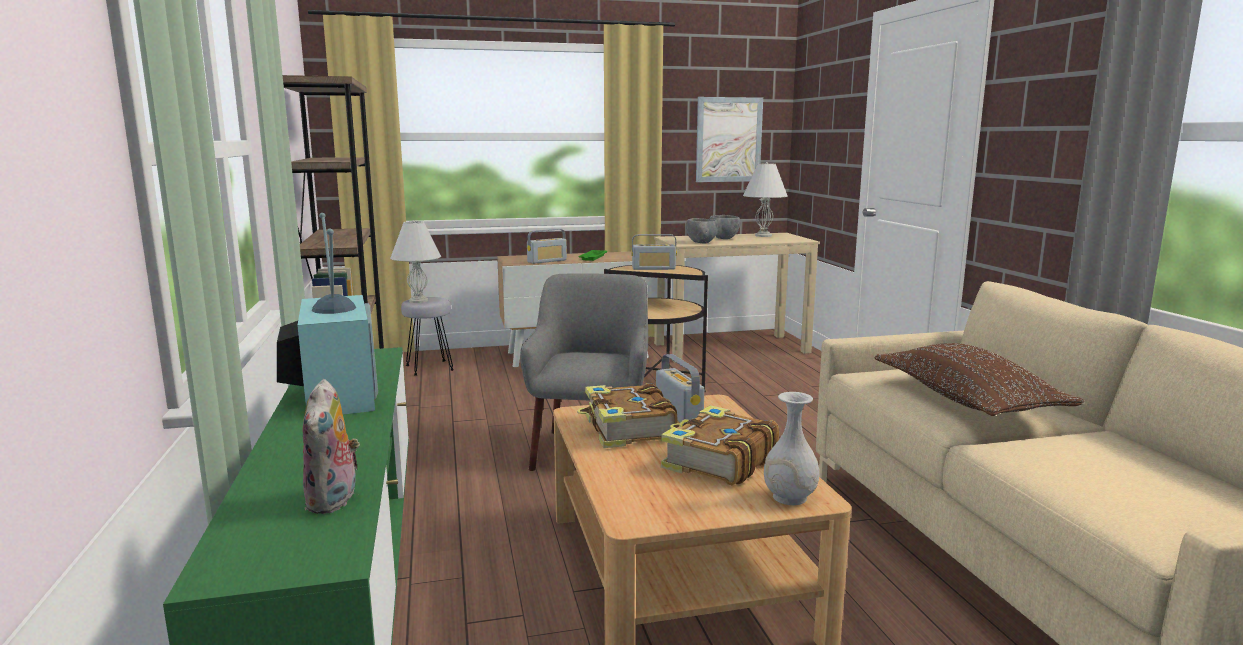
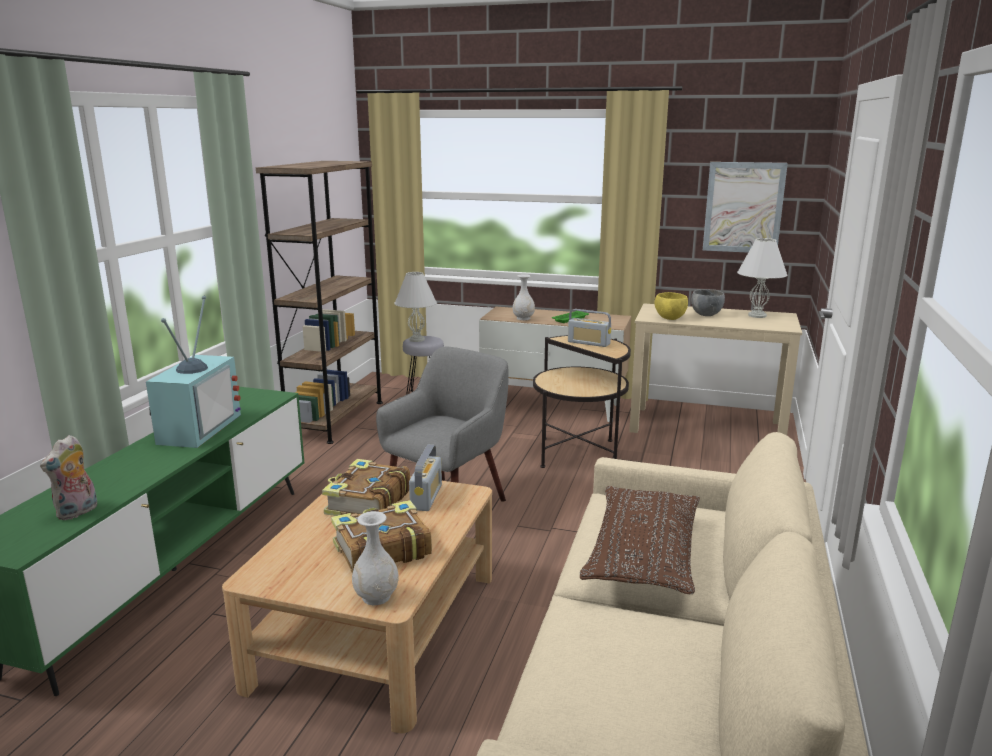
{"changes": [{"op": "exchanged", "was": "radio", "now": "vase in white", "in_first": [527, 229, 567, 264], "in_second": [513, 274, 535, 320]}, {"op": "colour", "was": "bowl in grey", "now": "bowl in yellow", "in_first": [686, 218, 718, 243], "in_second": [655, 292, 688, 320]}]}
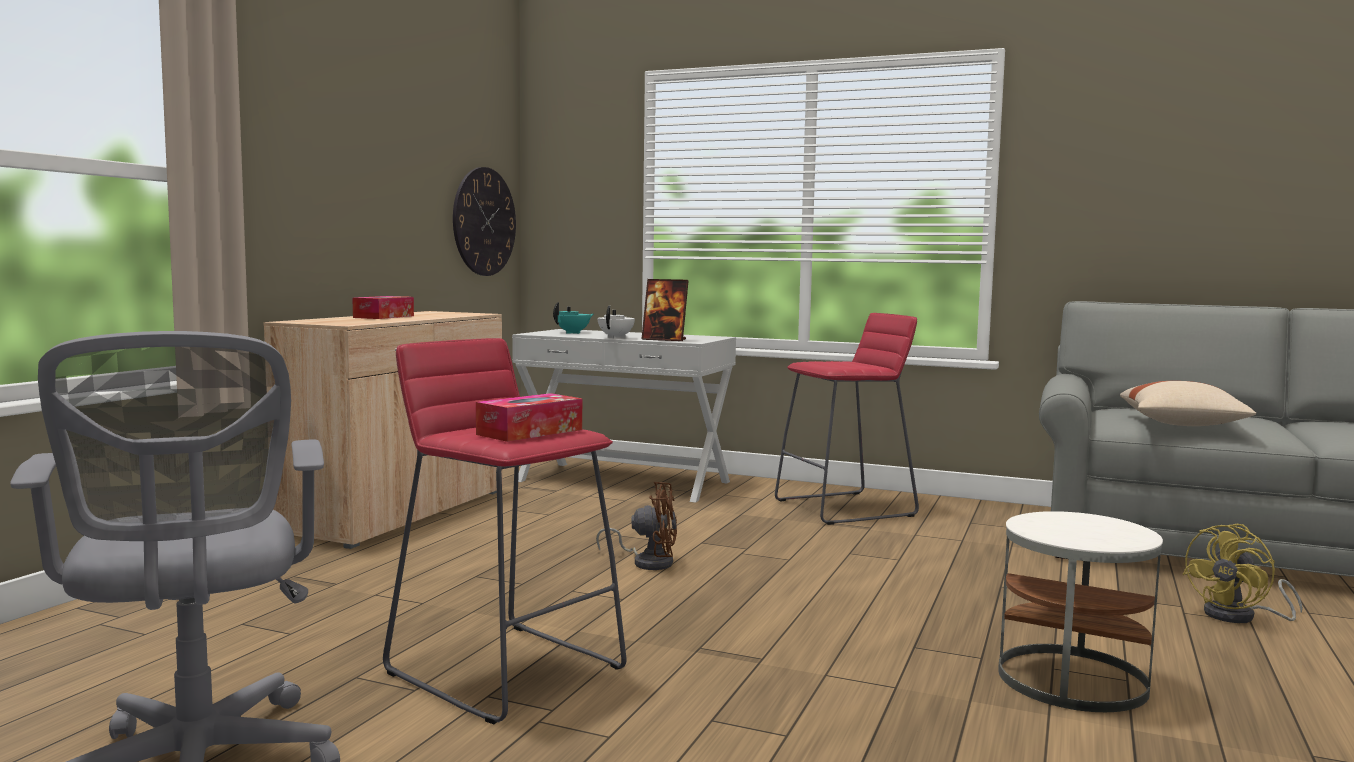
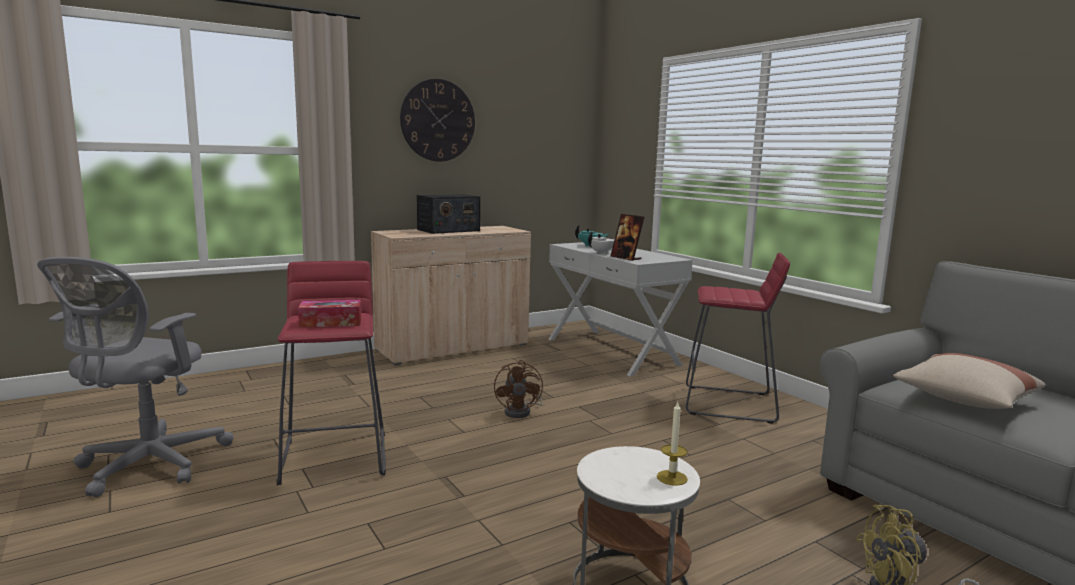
{"changes": [{"op": "relocated", "was": "wall clock", "in_first": [453, 167, 516, 276], "in_second": [400, 79, 475, 161]}, {"op": "exchanged", "was": "tissue box", "now": "radio", "in_first": [352, 296, 414, 319], "in_second": [417, 194, 480, 234]}, {"op": "spun", "was": "fan in brown", "in_first": [596, 482, 677, 570], "in_second": [494, 360, 543, 418], "clockwise": 45}, {"op": "appeared", "now": "candle", "in_second": [657, 402, 688, 486]}]}
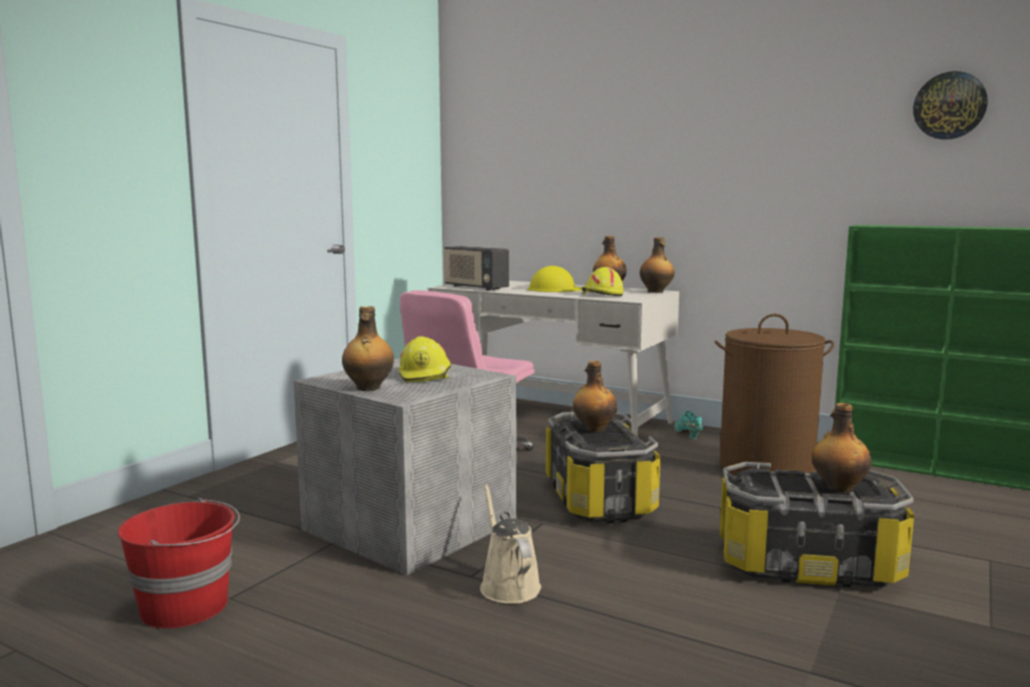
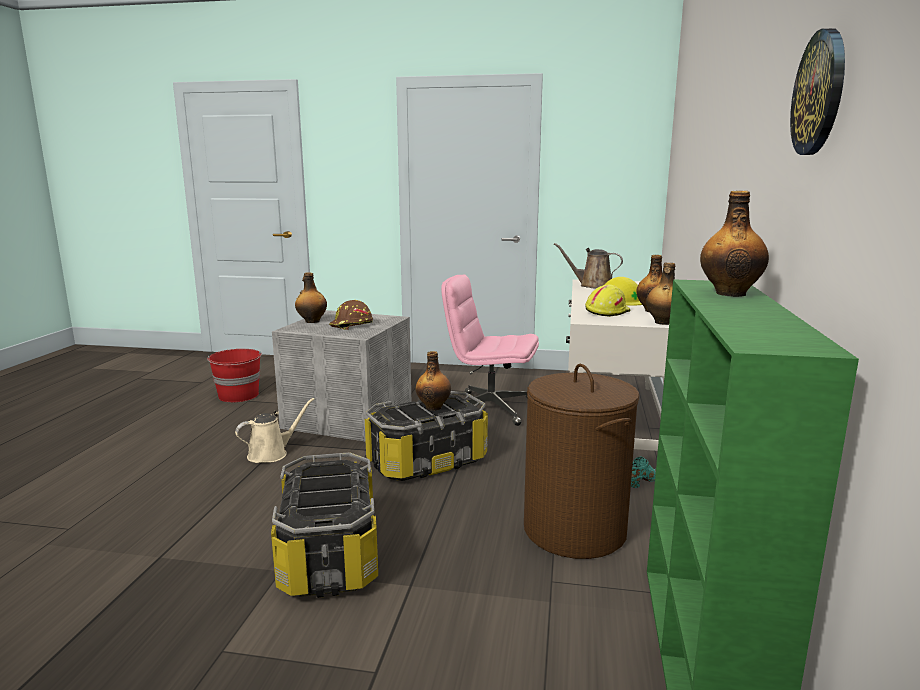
{"changes": [{"op": "colour", "was": "hard hat in yellow", "now": "hard hat in brown", "in_first": [399, 336, 451, 382], "in_second": [329, 300, 373, 330]}, {"op": "exchanged", "was": "radio", "now": "watering can in brown", "in_first": [443, 246, 509, 290], "in_second": [554, 243, 623, 289]}, {"op": "relocated", "was": "bottle", "in_first": [812, 403, 872, 493], "in_second": [700, 191, 769, 297]}]}
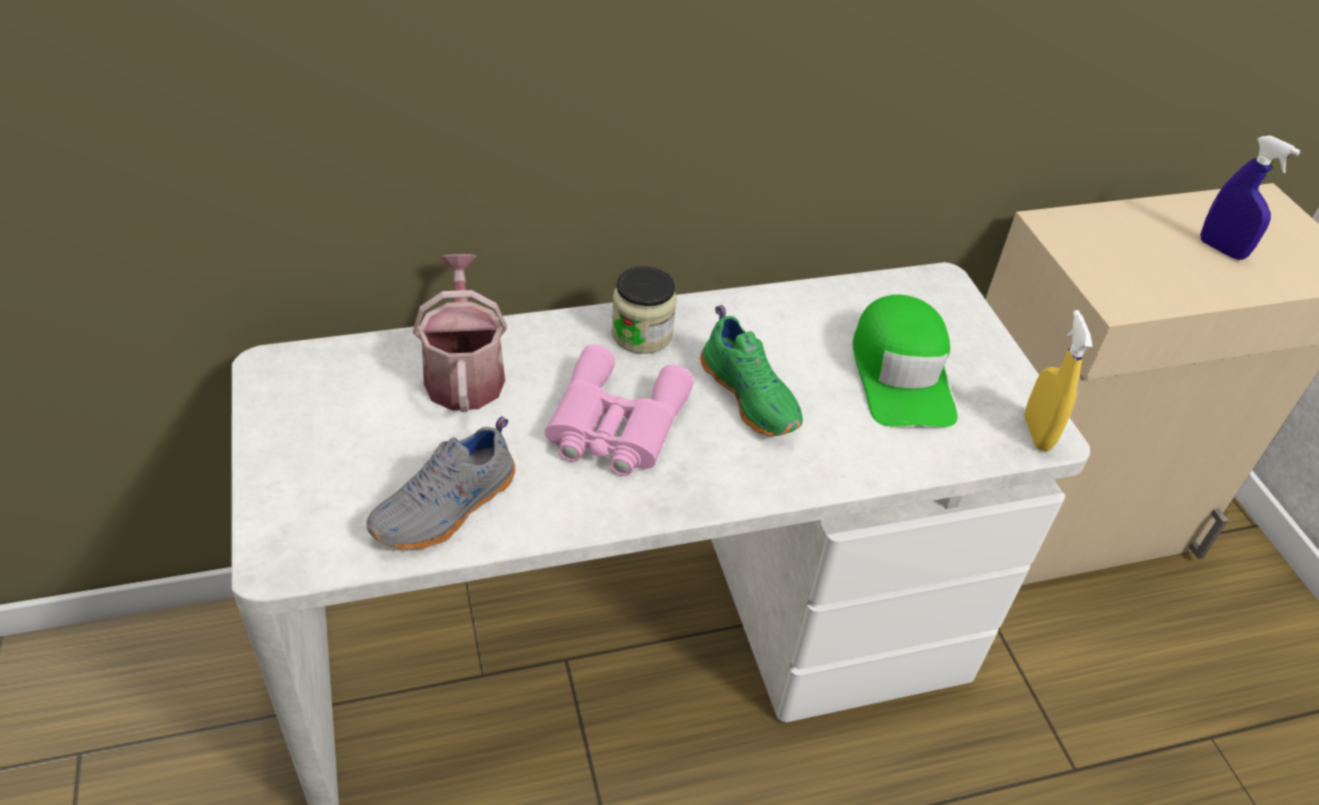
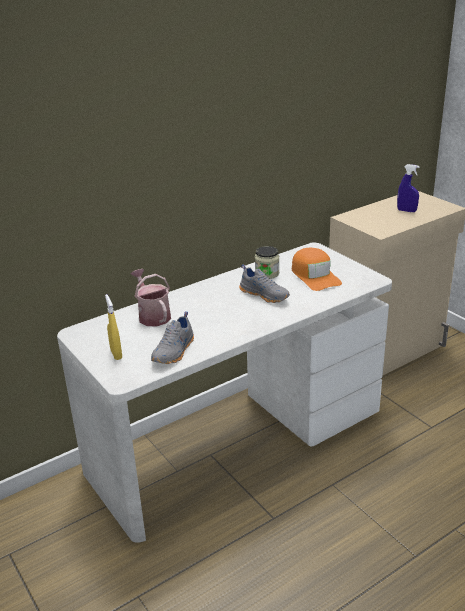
{"changes": [{"op": "relocated", "was": "spray bottle in yellow", "in_first": [1025, 310, 1093, 451], "in_second": [105, 294, 122, 360]}, {"op": "colour", "was": "shoe in green", "now": "shoe in grey", "in_first": [700, 305, 803, 436], "in_second": [239, 265, 290, 303]}, {"op": "relocated", "was": "jar", "in_first": [612, 266, 677, 354], "in_second": [255, 246, 279, 279]}, {"op": "colour", "was": "cap in green", "now": "cap in orange", "in_first": [853, 294, 957, 427], "in_second": [292, 248, 342, 291]}, {"op": "missing", "was": "binoculars in pink", "in_first": [545, 344, 694, 476]}]}
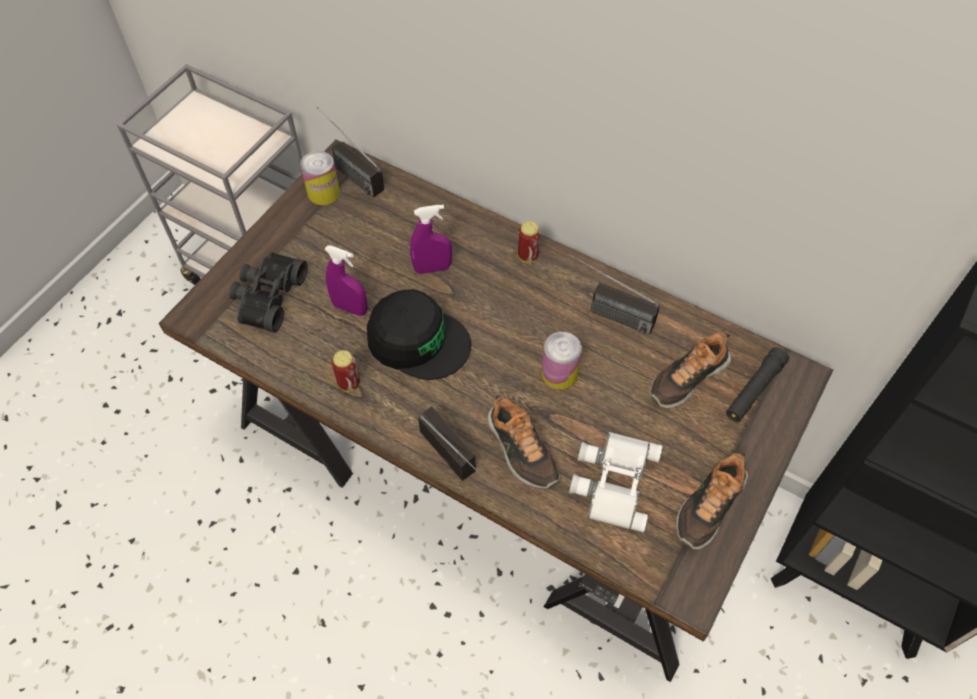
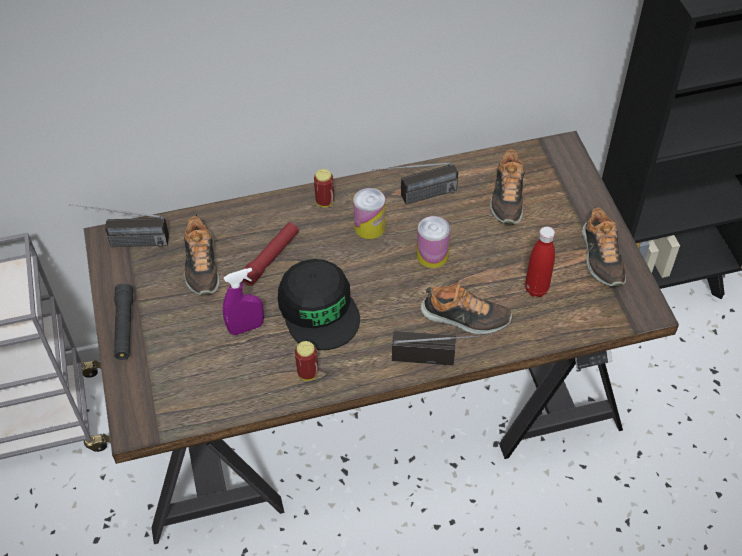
{"changes": [{"op": "relocated", "was": "flashlight in black", "in_first": [726, 347, 789, 422], "in_second": [114, 283, 133, 360]}, {"op": "appeared", "now": "shoe", "in_second": [184, 214, 220, 296]}, {"op": "exchanged", "was": "spray bottle in purple", "now": "flashlight in red", "in_first": [410, 204, 452, 274], "in_second": [242, 223, 299, 286]}, {"op": "spun", "was": "cap in black", "in_first": [367, 289, 471, 380], "in_second": [278, 259, 360, 350], "clockwise": 90}, {"op": "relocated", "was": "can", "in_first": [300, 151, 340, 205], "in_second": [353, 188, 385, 239]}, {"op": "exchanged", "was": "binoculars in white", "now": "bottle in red", "in_first": [569, 432, 663, 533], "in_second": [525, 226, 555, 297]}, {"op": "missing", "was": "binoculars in black", "in_first": [229, 252, 308, 333]}]}
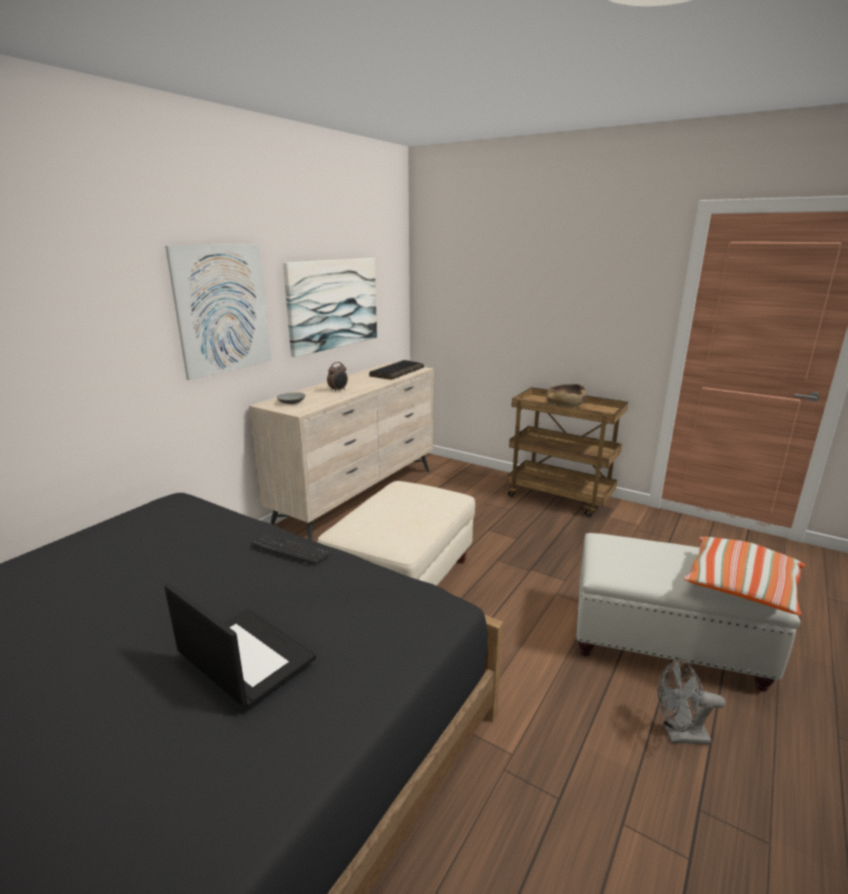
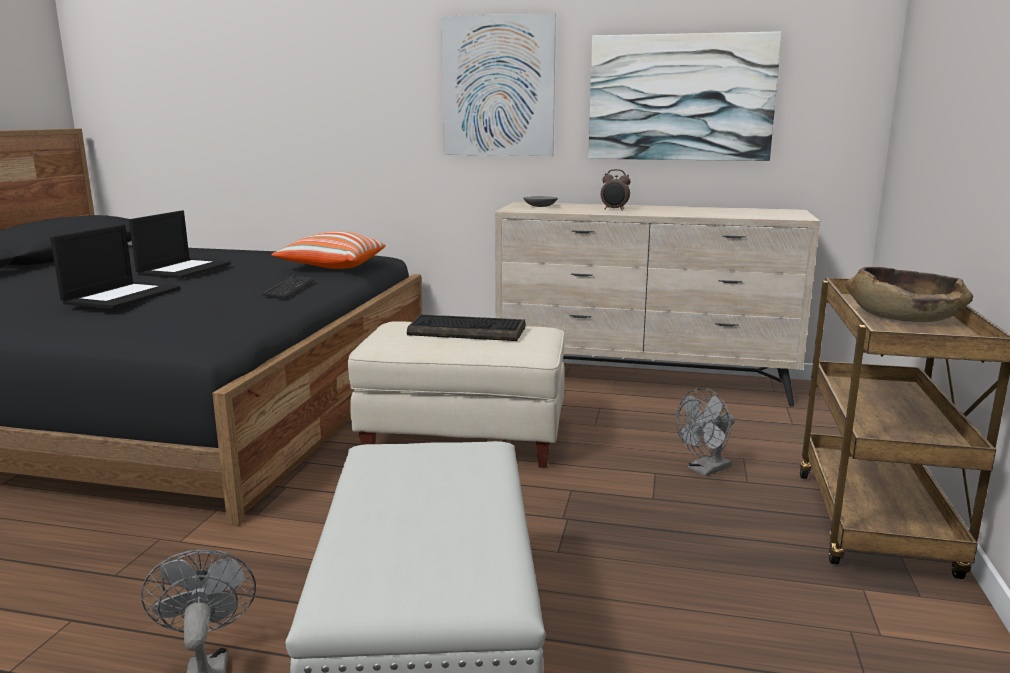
{"changes": [{"op": "appeared", "now": "laptop", "in_second": [129, 210, 231, 278]}, {"op": "relocated", "was": "pillow", "in_first": [684, 537, 806, 616], "in_second": [271, 231, 386, 269]}, {"op": "relocated", "was": "keyboard", "in_first": [369, 360, 424, 380], "in_second": [407, 314, 525, 341]}, {"op": "appeared", "now": "fan in grey", "in_second": [676, 388, 735, 477]}]}
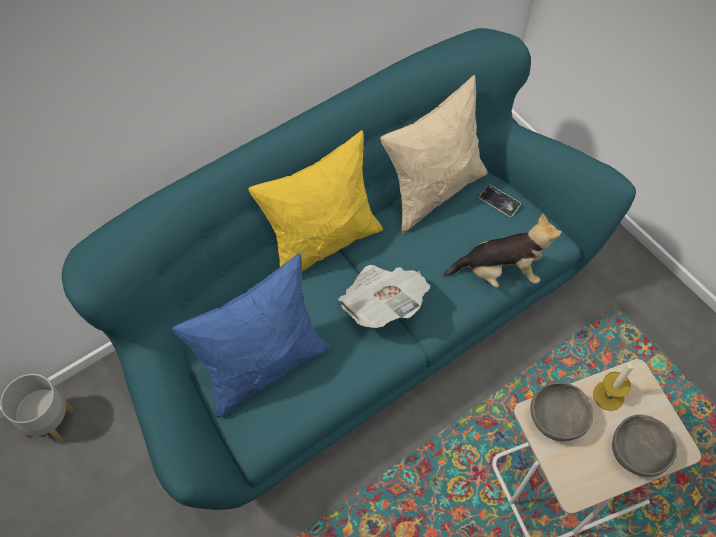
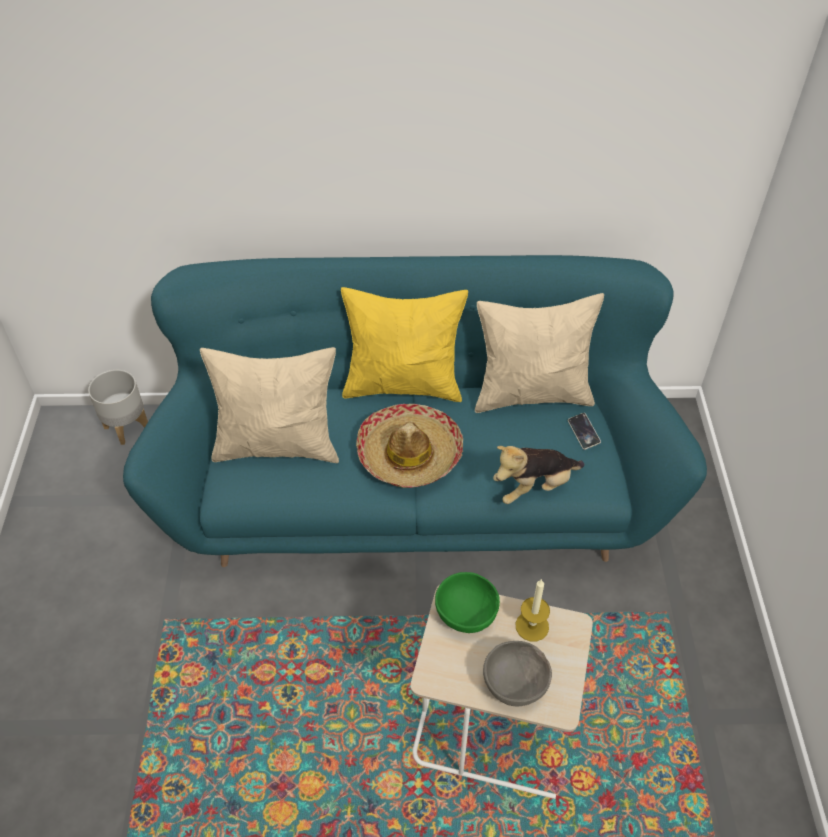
{"changes": [{"op": "colour", "was": "pillow in blue", "now": "pillow in beige", "in_first": [172, 253, 330, 418], "in_second": [200, 347, 339, 463]}, {"op": "exchanged", "was": "newspaper", "now": "hat", "in_first": [338, 265, 430, 328], "in_second": [356, 404, 463, 488]}, {"op": "colour", "was": "bowl in grey", "now": "bowl in green", "in_first": [530, 382, 594, 441], "in_second": [435, 572, 500, 633]}, {"op": "spun", "was": "plush toy", "in_first": [443, 213, 561, 288], "in_second": [493, 446, 584, 504], "clockwise": 120}]}
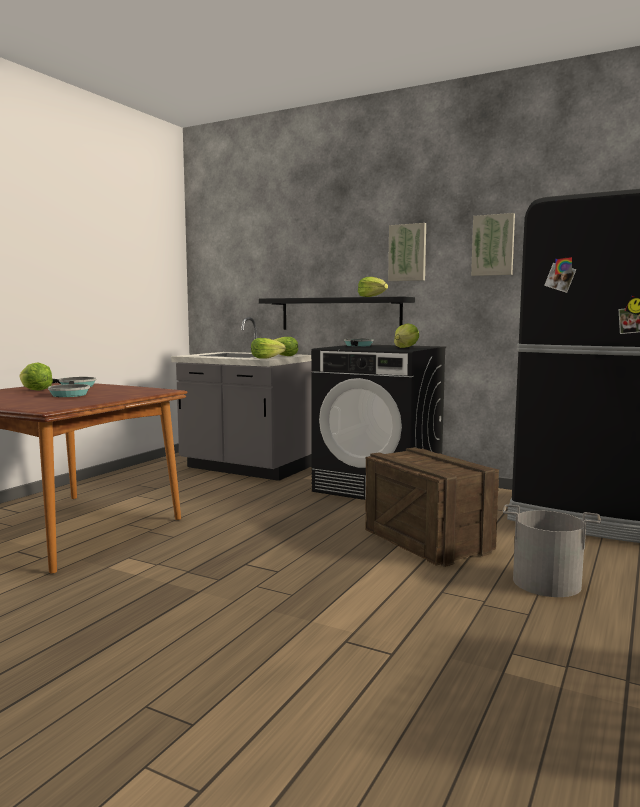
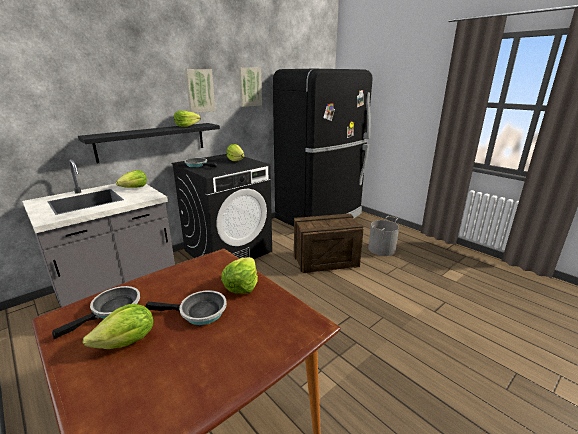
{"changes": [{"op": "relocated", "was": "lettuce", "in_first": [251, 338, 286, 358], "in_second": [221, 257, 258, 294]}]}
